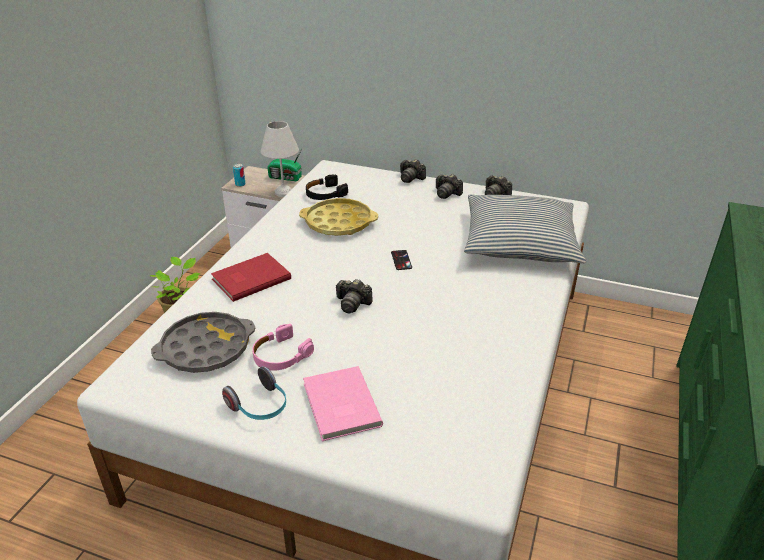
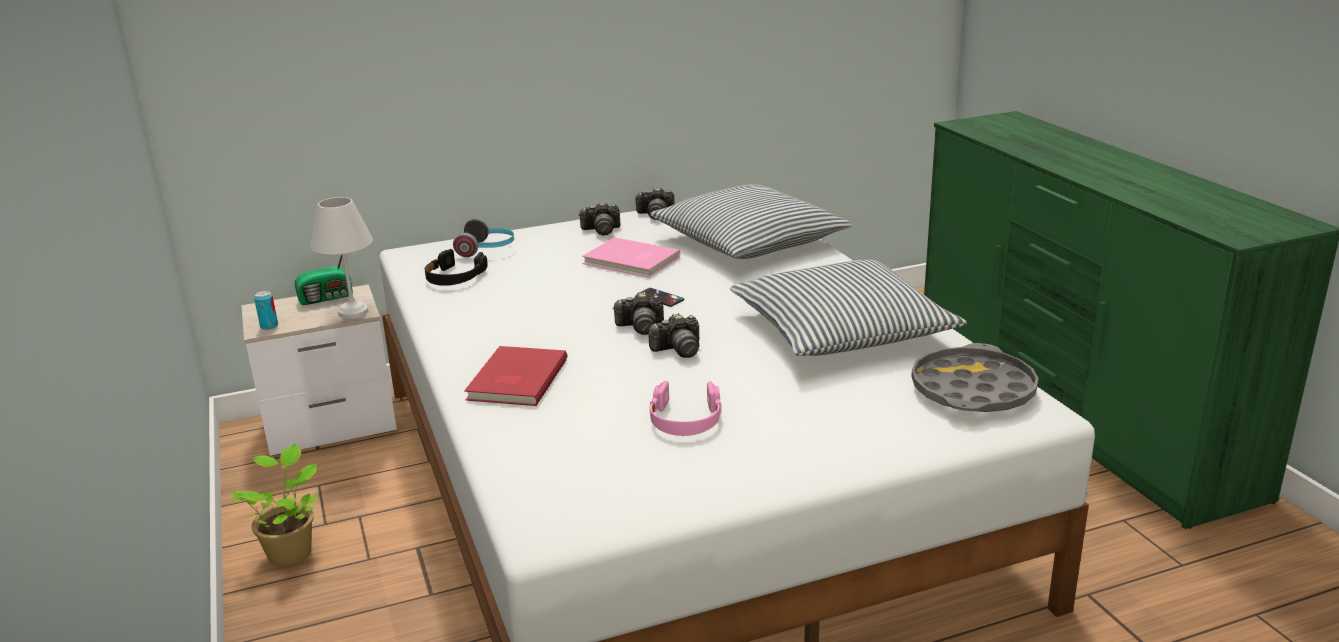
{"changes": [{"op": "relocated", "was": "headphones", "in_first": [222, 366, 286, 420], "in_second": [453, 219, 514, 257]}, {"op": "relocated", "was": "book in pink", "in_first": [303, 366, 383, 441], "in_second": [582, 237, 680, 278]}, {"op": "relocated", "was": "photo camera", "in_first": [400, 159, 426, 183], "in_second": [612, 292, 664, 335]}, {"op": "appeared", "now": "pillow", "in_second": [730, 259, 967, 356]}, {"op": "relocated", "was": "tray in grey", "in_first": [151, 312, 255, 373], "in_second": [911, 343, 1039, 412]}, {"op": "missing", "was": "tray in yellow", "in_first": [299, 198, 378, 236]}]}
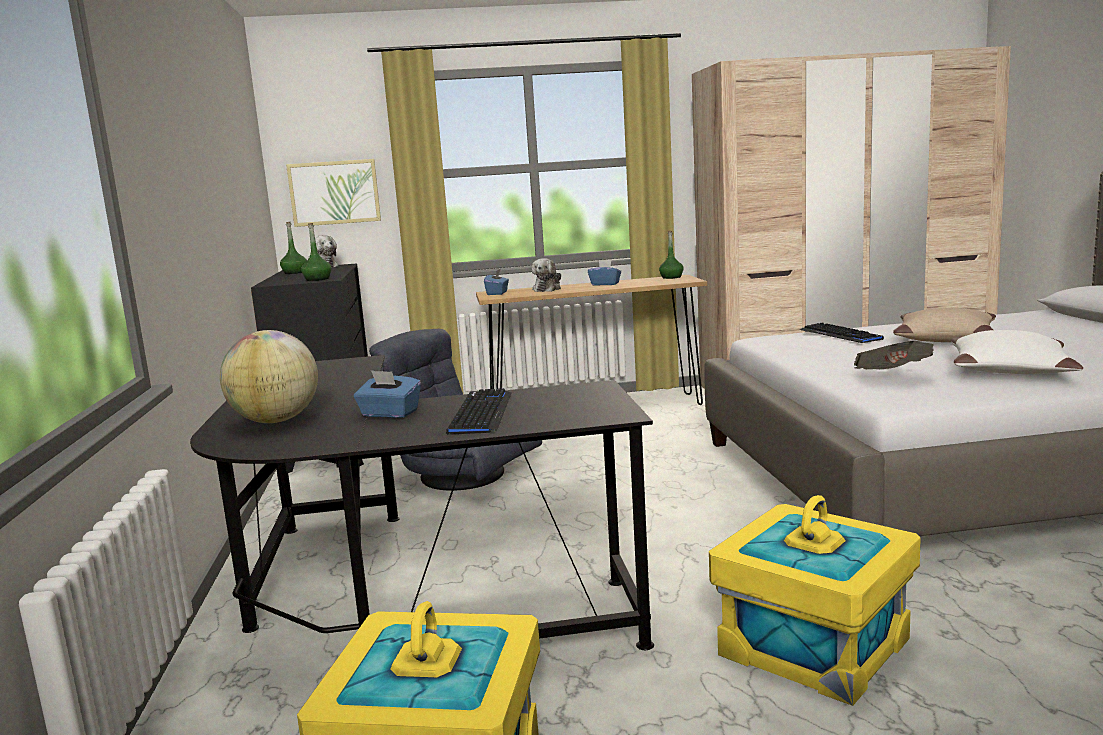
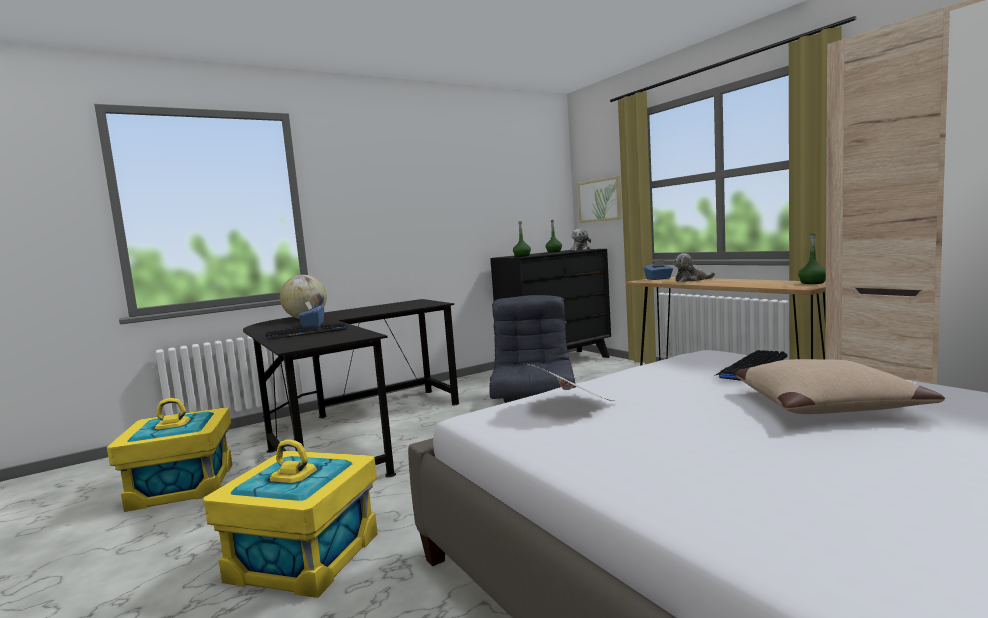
{"changes": [{"op": "missing", "was": "tissue box in blue", "in_first": [588, 260, 621, 286]}, {"op": "missing", "was": "pillow in white", "in_first": [951, 330, 1083, 374]}]}
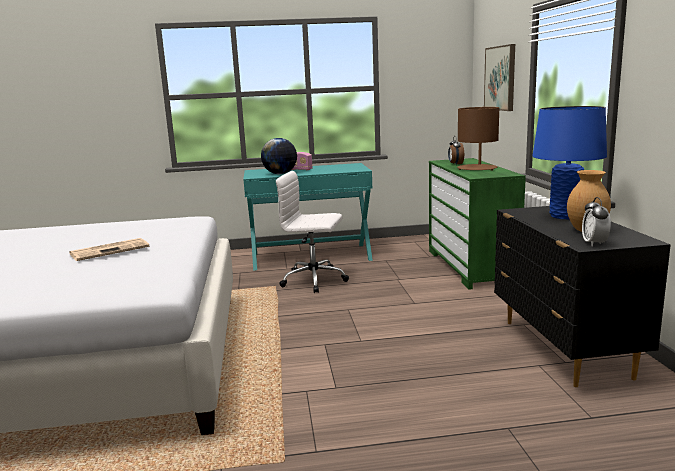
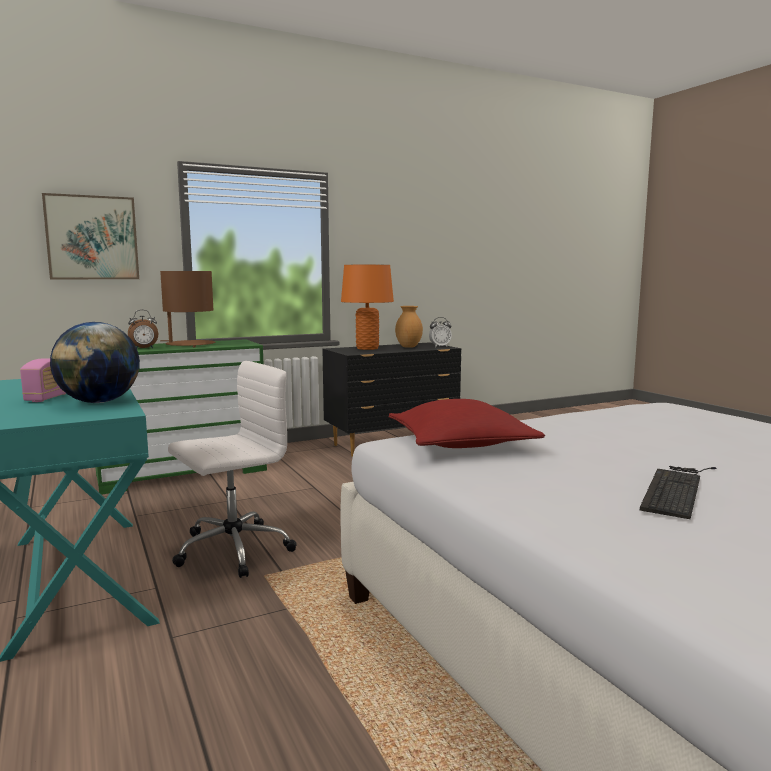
{"changes": [{"op": "spun", "was": "office chair in white", "in_first": [276, 171, 349, 293], "in_second": [168, 361, 297, 578], "clockwise": -120}, {"op": "colour", "was": "table lamp in blue", "now": "table lamp in orange", "in_first": [532, 106, 607, 219], "in_second": [341, 265, 394, 350]}, {"op": "appeared", "now": "pillow in red", "in_second": [389, 399, 545, 448]}, {"op": "appeared", "now": "keyboard", "in_second": [640, 466, 716, 519]}, {"op": "missing", "was": "newspaper", "in_first": [70, 238, 149, 261]}]}
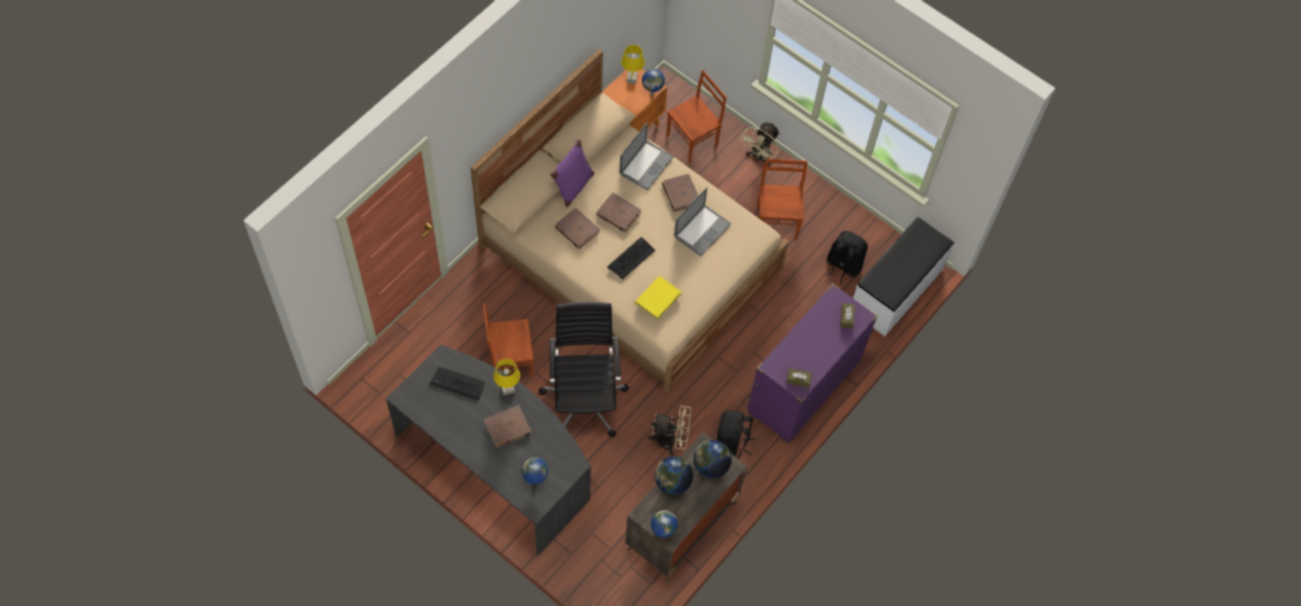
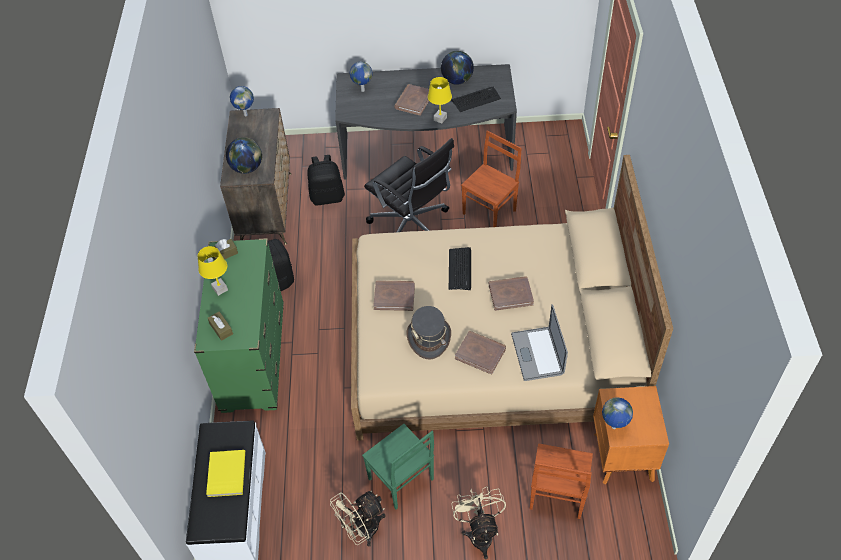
{"changes": [{"op": "colour", "was": "dresser in purple", "now": "dresser in green", "in_first": [747, 284, 878, 443], "in_second": [194, 238, 284, 413]}, {"op": "relocated", "was": "table lamp in yellow", "in_first": [621, 45, 645, 84], "in_second": [198, 246, 228, 296]}, {"op": "relocated", "was": "book in yellow", "in_first": [635, 276, 681, 320], "in_second": [206, 450, 246, 497]}, {"op": "relocated", "was": "backpack in black", "in_first": [826, 231, 868, 284], "in_second": [307, 155, 345, 206]}, {"op": "relocated", "was": "fan in beige", "in_first": [648, 405, 691, 456], "in_second": [330, 491, 385, 547]}, {"op": "colour", "was": "chair in brown", "now": "chair in green", "in_first": [757, 159, 808, 240], "in_second": [362, 424, 434, 509]}, {"op": "relocated", "was": "book in brown", "in_first": [555, 208, 600, 249], "in_second": [373, 280, 415, 311]}, {"op": "exchanged", "was": "laptop", "now": "hat in grey", "in_first": [674, 187, 731, 256], "in_second": [406, 306, 451, 360]}, {"op": "relocated", "was": "globe", "in_first": [655, 456, 693, 495], "in_second": [441, 51, 474, 85]}, {"op": "missing", "was": "pillow in purple", "in_first": [550, 139, 594, 207]}]}
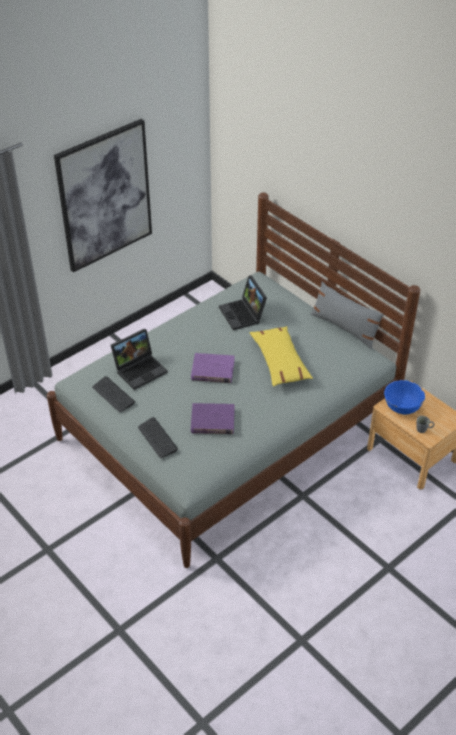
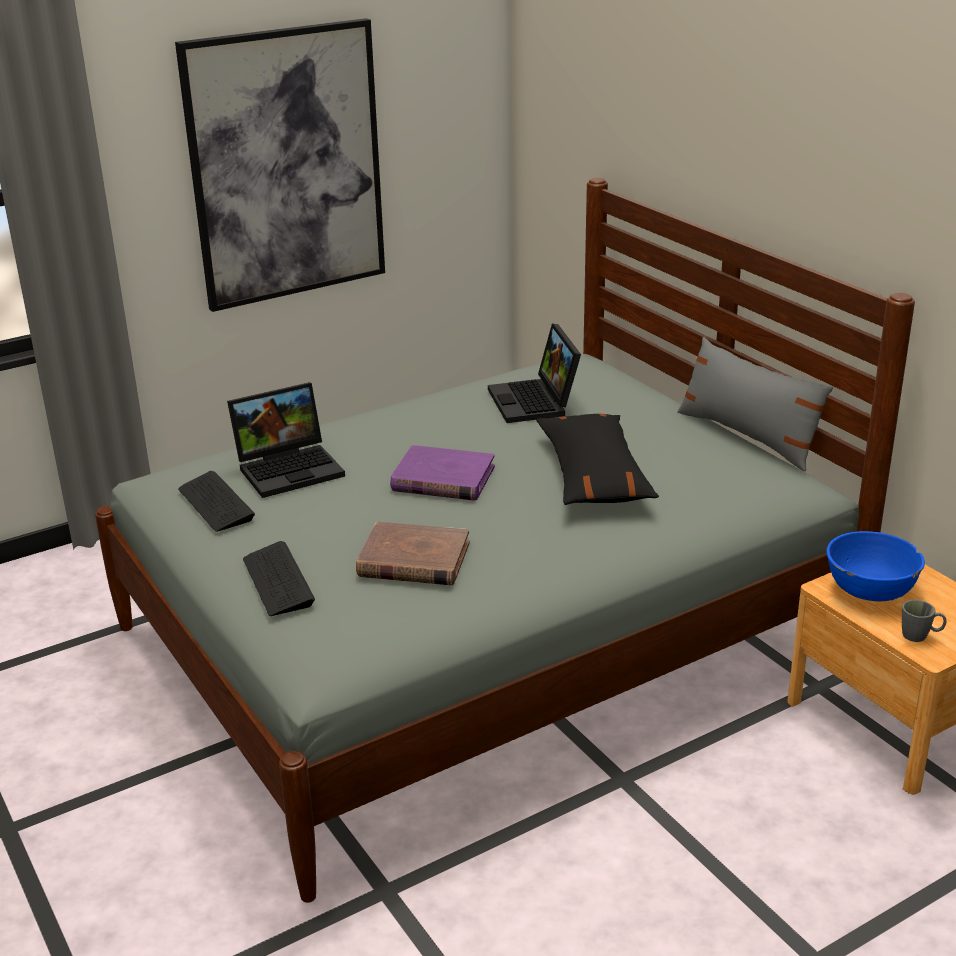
{"changes": [{"op": "colour", "was": "book in purple", "now": "book in brown", "in_first": [191, 403, 235, 434], "in_second": [356, 522, 469, 585]}, {"op": "colour", "was": "pillow in yellow", "now": "pillow in black", "in_first": [249, 326, 313, 387], "in_second": [536, 414, 659, 505]}]}
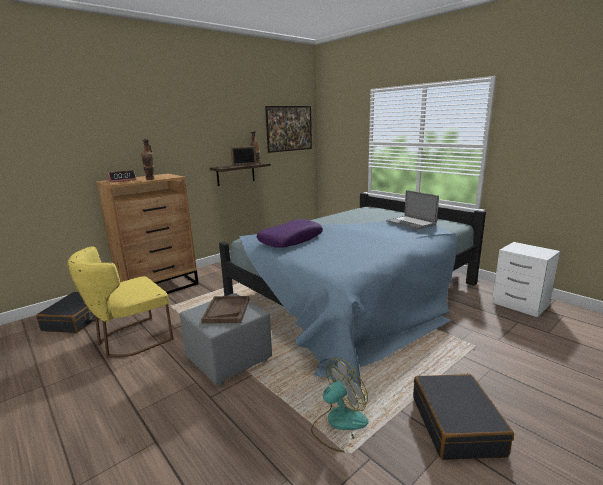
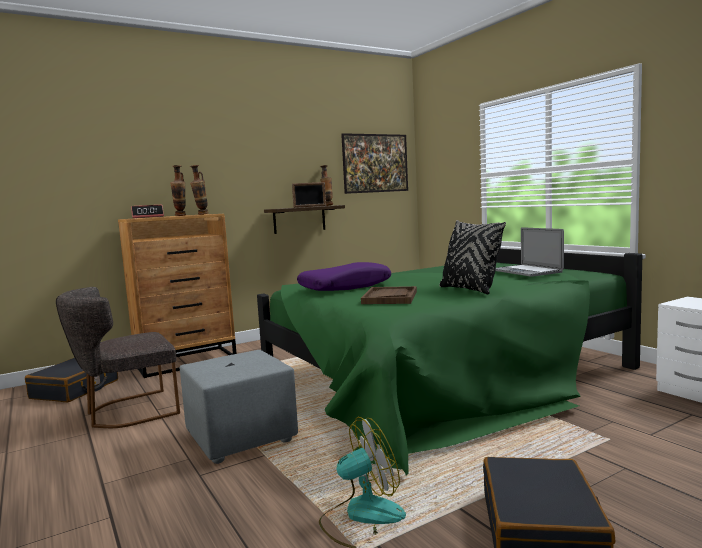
{"changes": [{"op": "colour", "was": "chair in yellow", "now": "chair in grey", "in_first": [68, 247, 173, 357], "in_second": [56, 287, 180, 428]}, {"op": "appeared", "now": "vase", "in_second": [190, 165, 209, 215]}, {"op": "colour", "was": "bed in blue", "now": "bed in green", "in_first": [219, 193, 486, 387], "in_second": [257, 248, 642, 475]}, {"op": "relocated", "was": "tray in brown", "in_first": [201, 296, 250, 323], "in_second": [361, 286, 417, 304]}, {"op": "appeared", "now": "pillow in black", "in_second": [440, 220, 506, 294]}]}
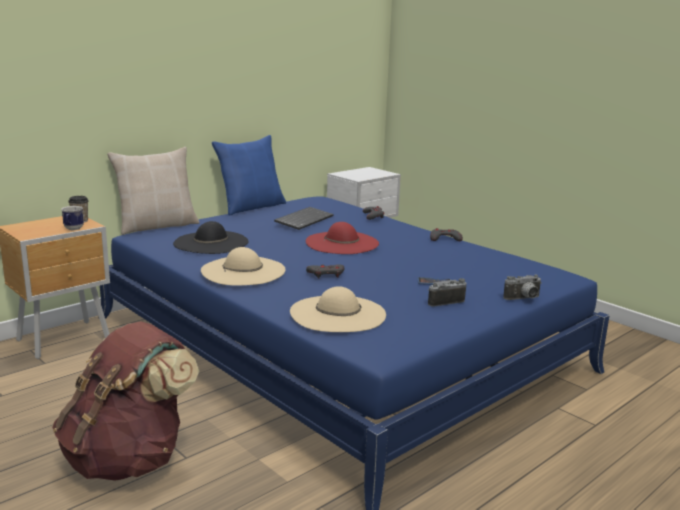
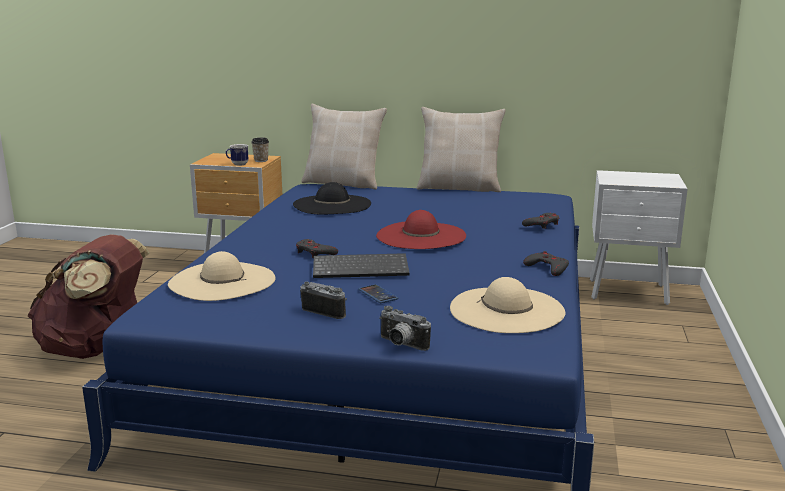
{"changes": [{"op": "relocated", "was": "keyboard", "in_first": [274, 207, 334, 230], "in_second": [313, 253, 410, 278]}, {"op": "colour", "was": "pillow in blue", "now": "pillow in beige", "in_first": [212, 135, 286, 216], "in_second": [417, 107, 505, 192]}, {"op": "relocated", "was": "hat in beige", "in_first": [201, 247, 286, 286], "in_second": [450, 277, 565, 333]}]}
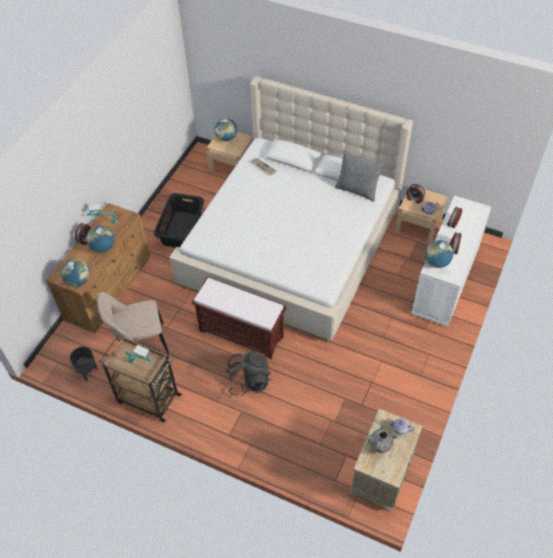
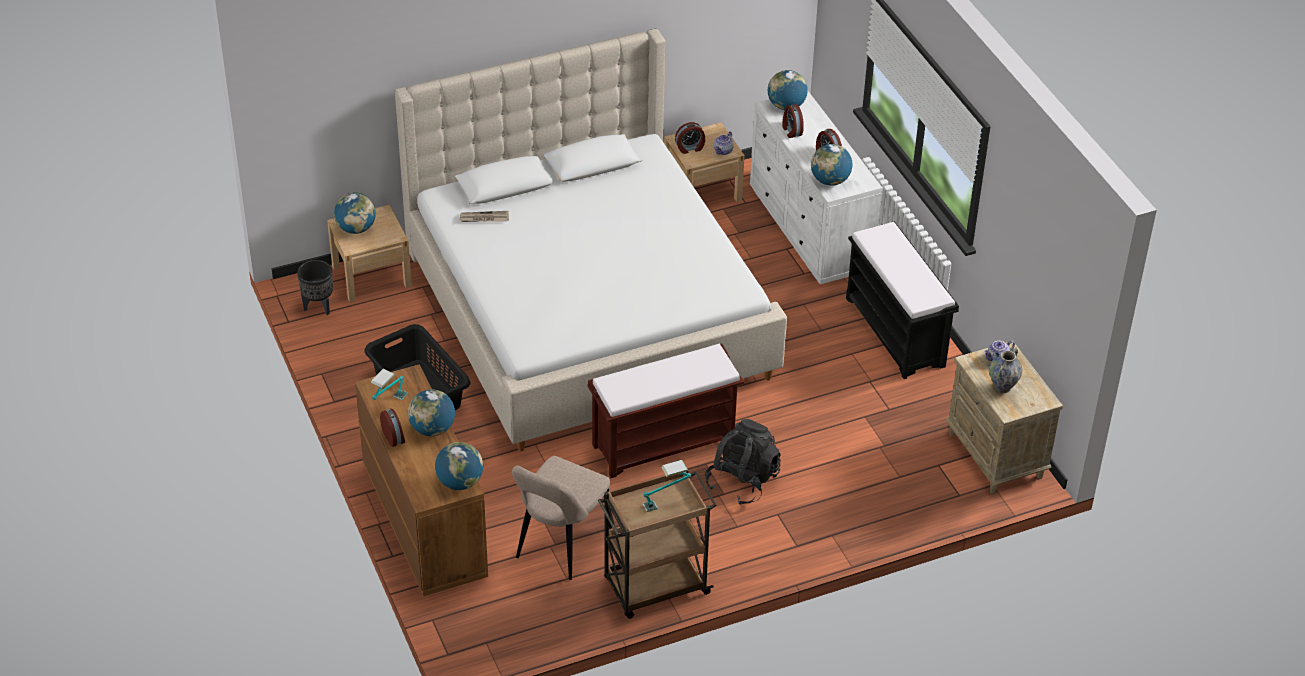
{"changes": [{"op": "relocated", "was": "planter in black", "in_first": [70, 347, 98, 381], "in_second": [297, 260, 333, 315]}, {"op": "appeared", "now": "globe", "in_second": [768, 70, 808, 110]}, {"op": "appeared", "now": "bench in black", "in_second": [846, 221, 959, 379]}, {"op": "missing", "was": "pillow in grey", "in_first": [335, 150, 384, 202]}]}
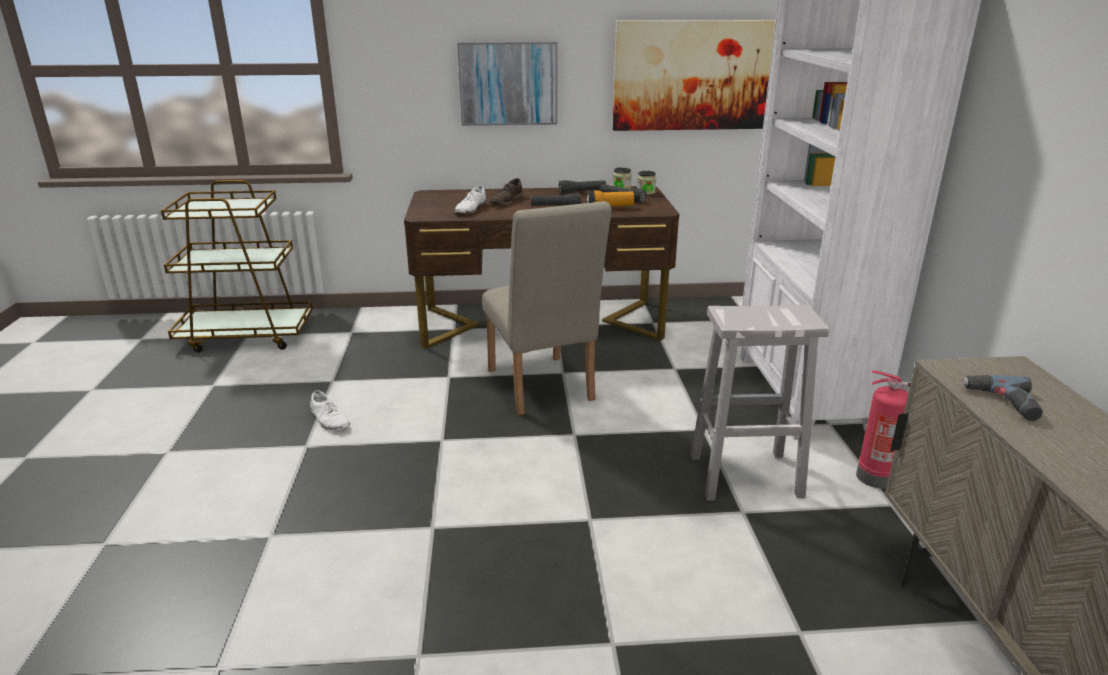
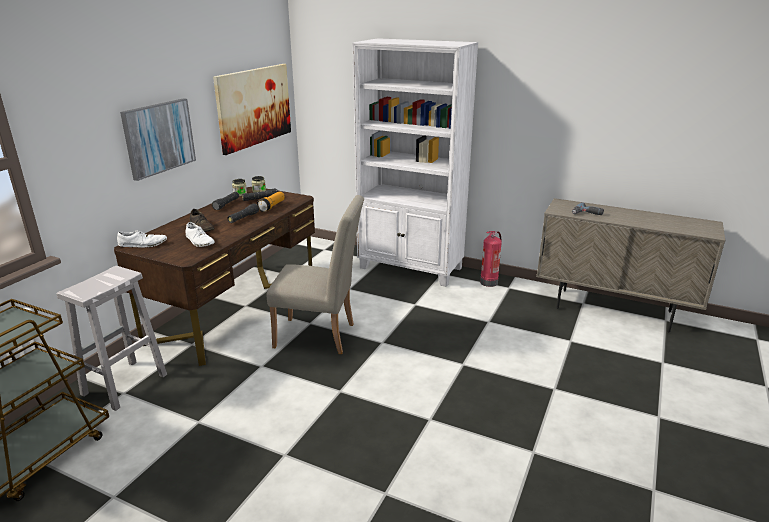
{"changes": [{"op": "relocated", "was": "stool in white", "in_first": [690, 304, 829, 501], "in_second": [57, 266, 167, 411]}, {"op": "relocated", "was": "shoe in white", "in_first": [310, 390, 350, 430], "in_second": [117, 230, 167, 248]}]}
